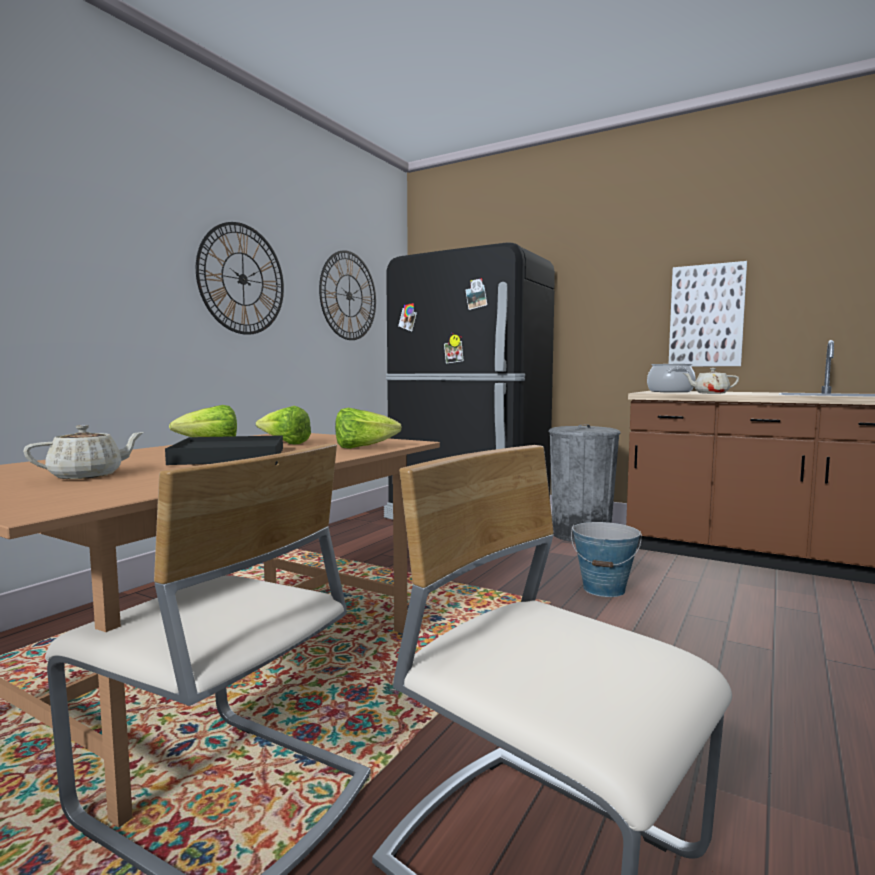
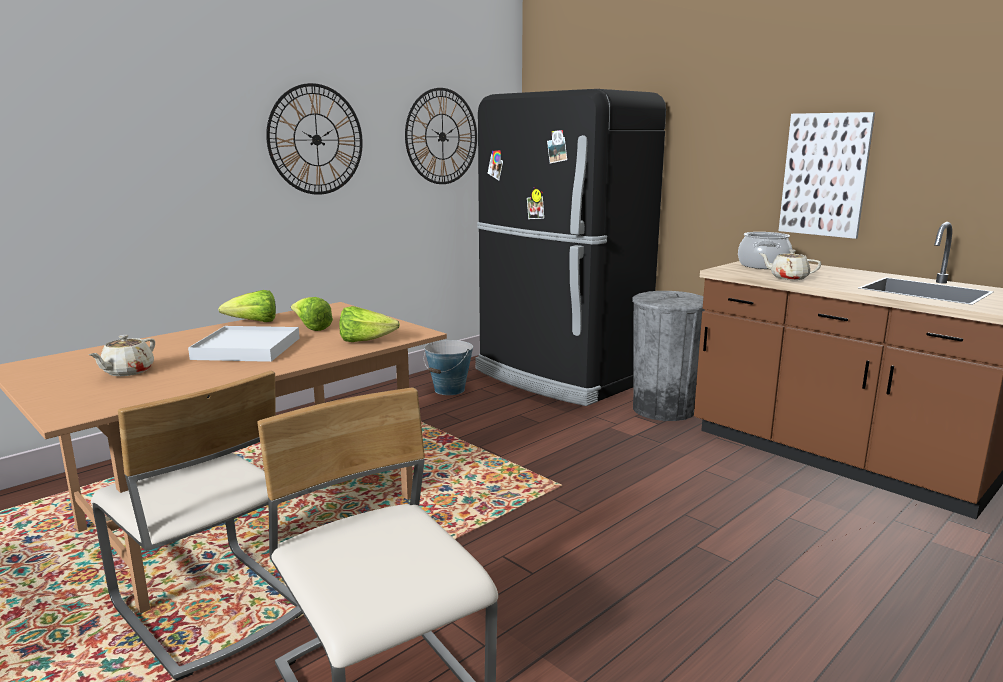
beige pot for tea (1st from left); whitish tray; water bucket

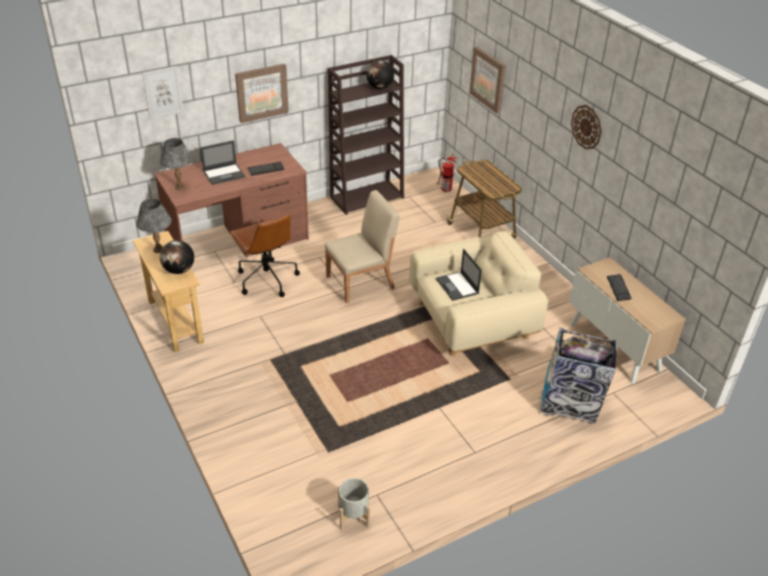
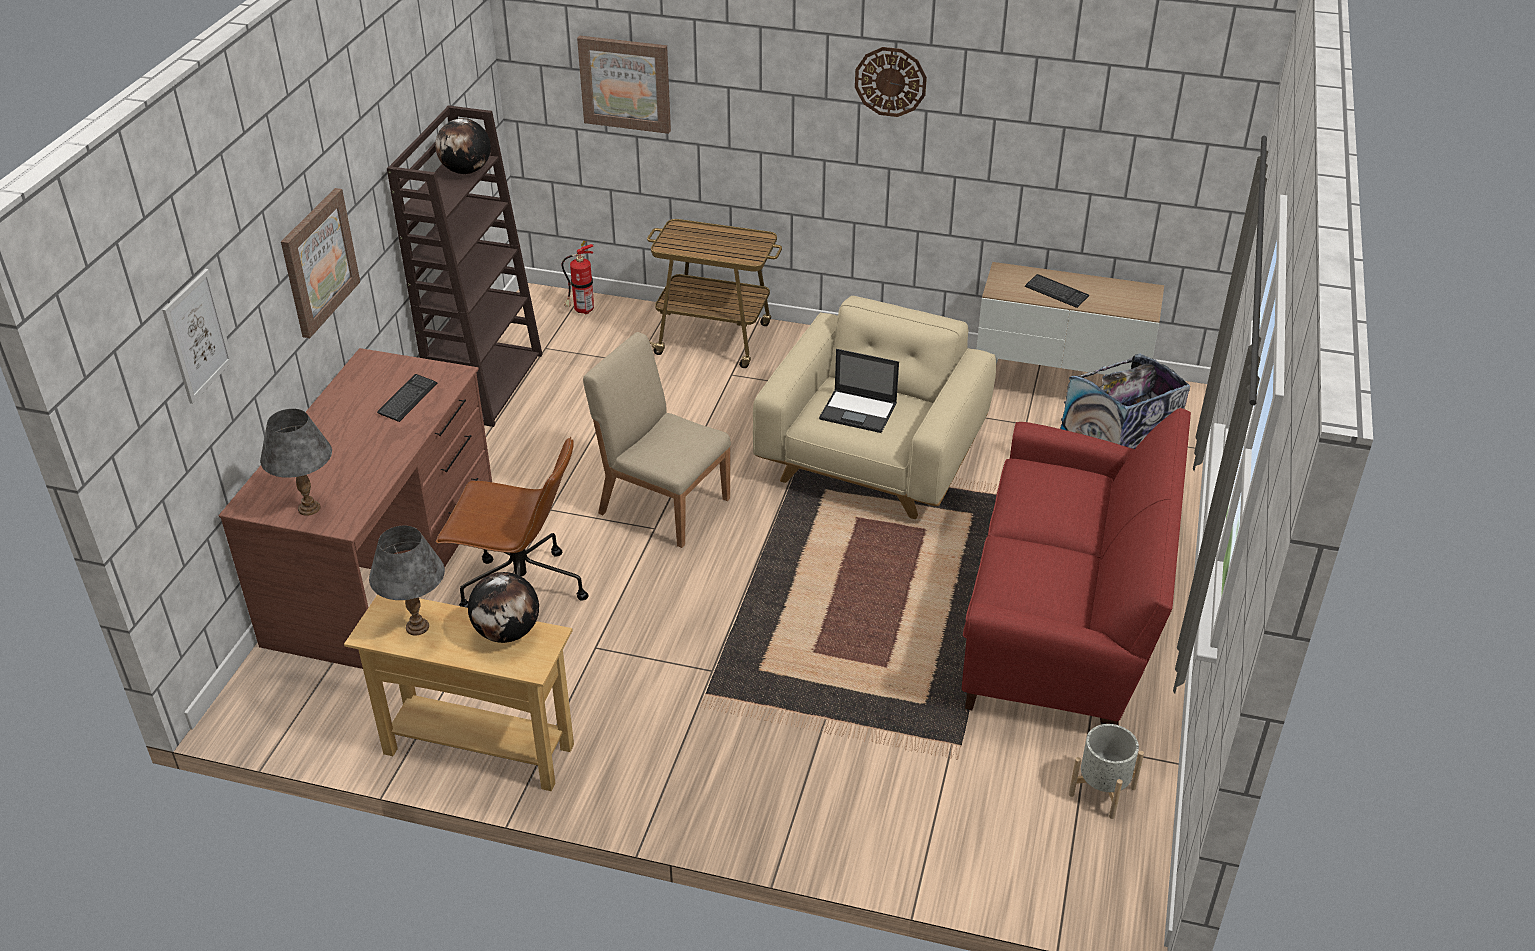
beige plain chair; reddish sofa; laptop (1st from left in the first image)

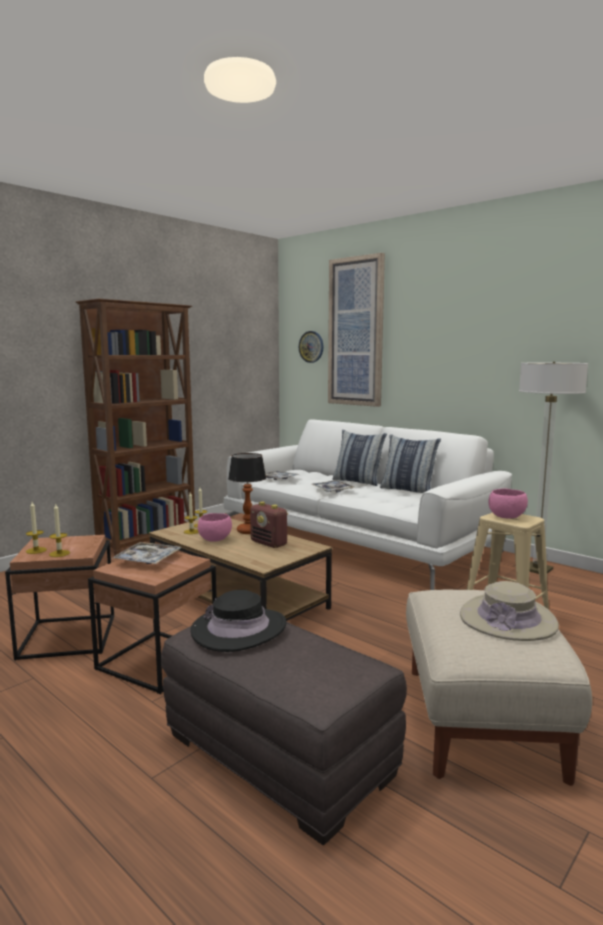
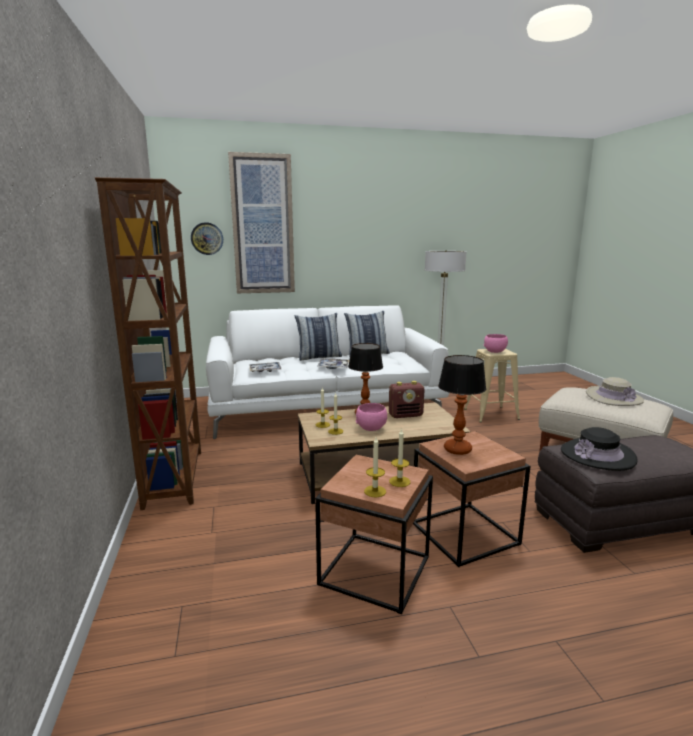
table lamp (2nd from left)

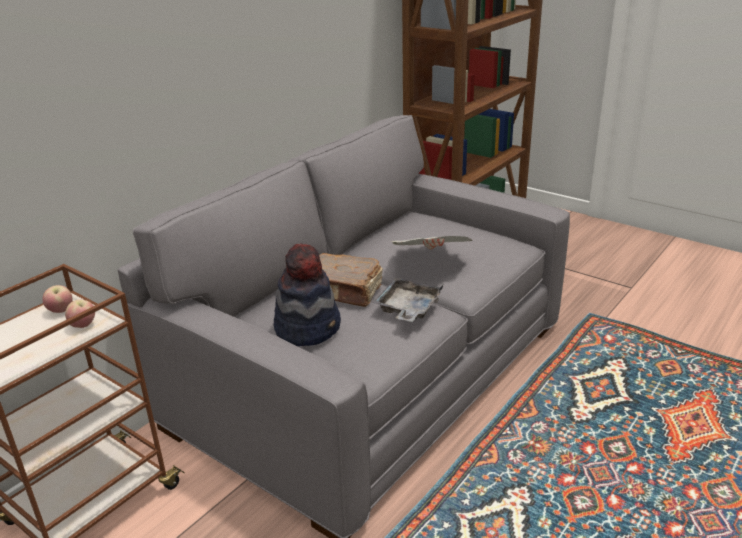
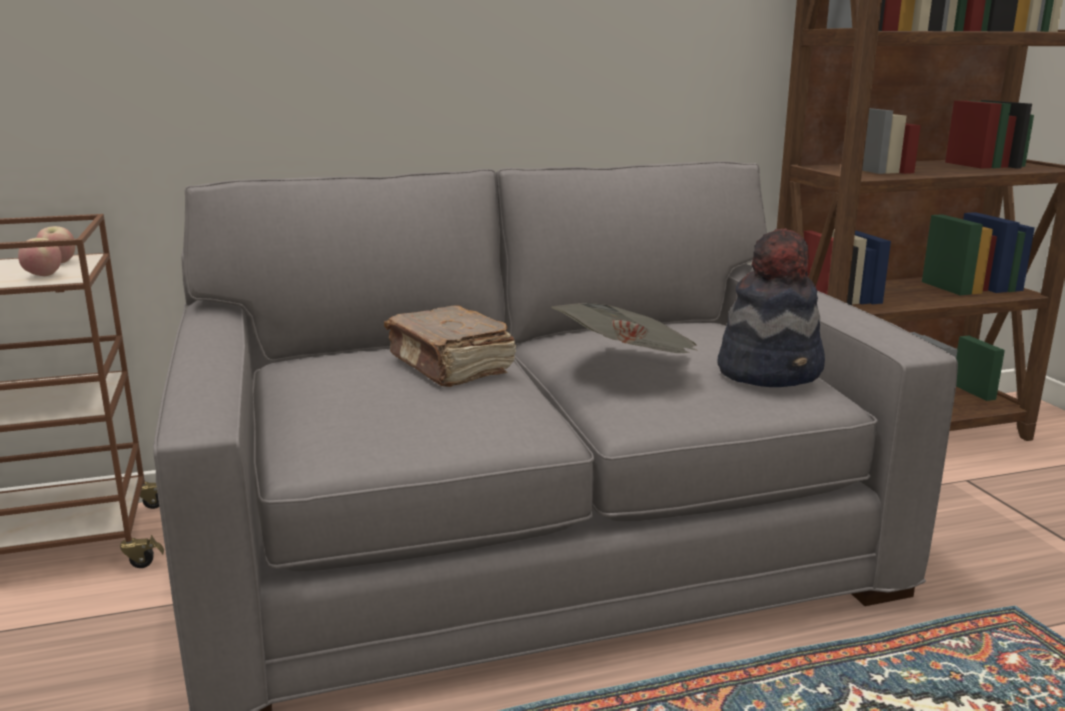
wearable hat; gray tray

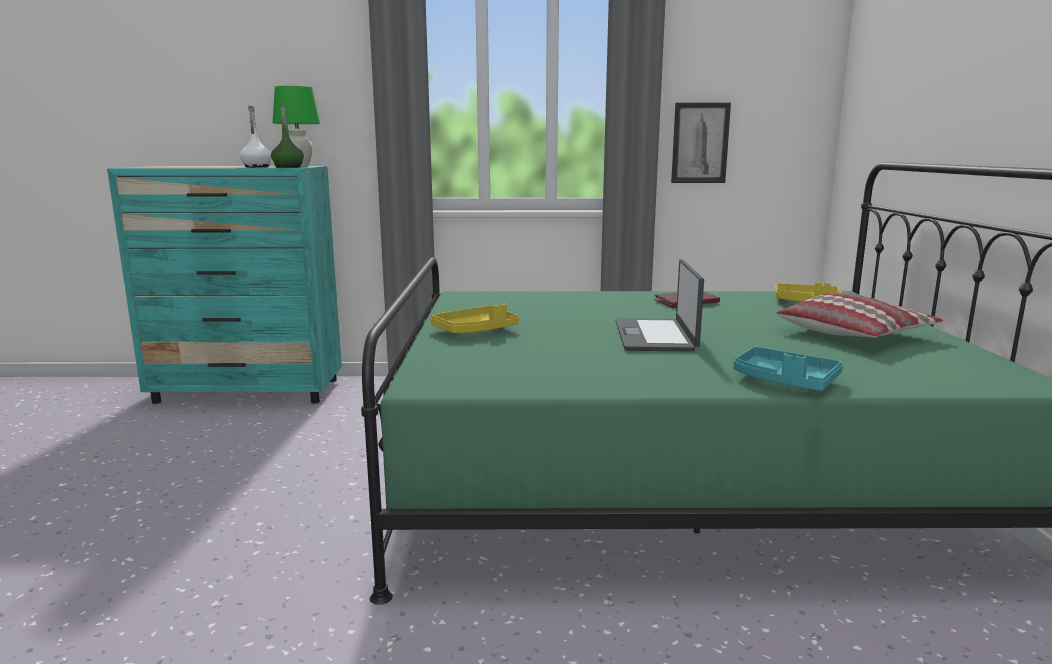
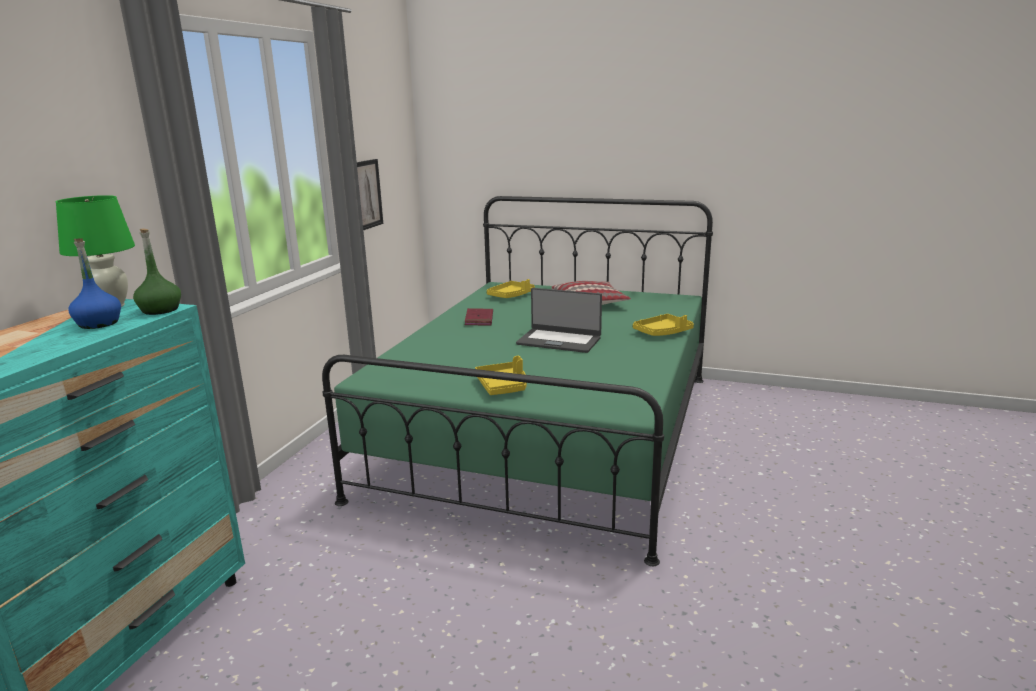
blue-coloured bottle; yellow-coloured tray (3rd from left)

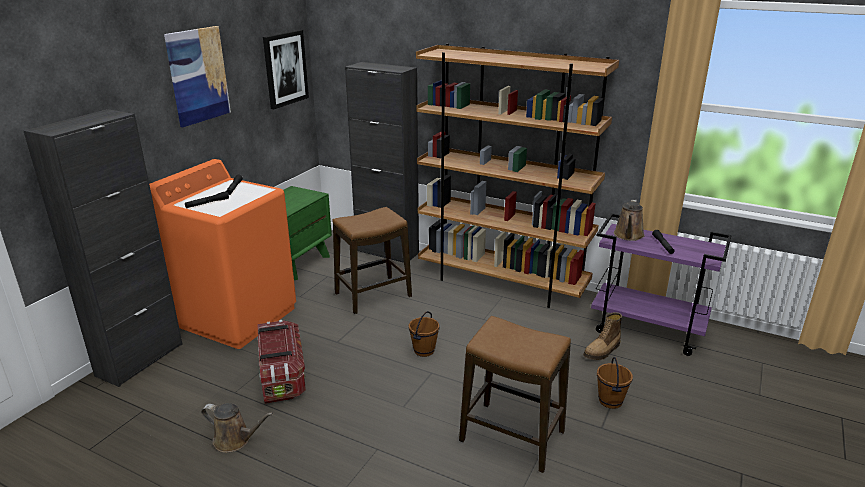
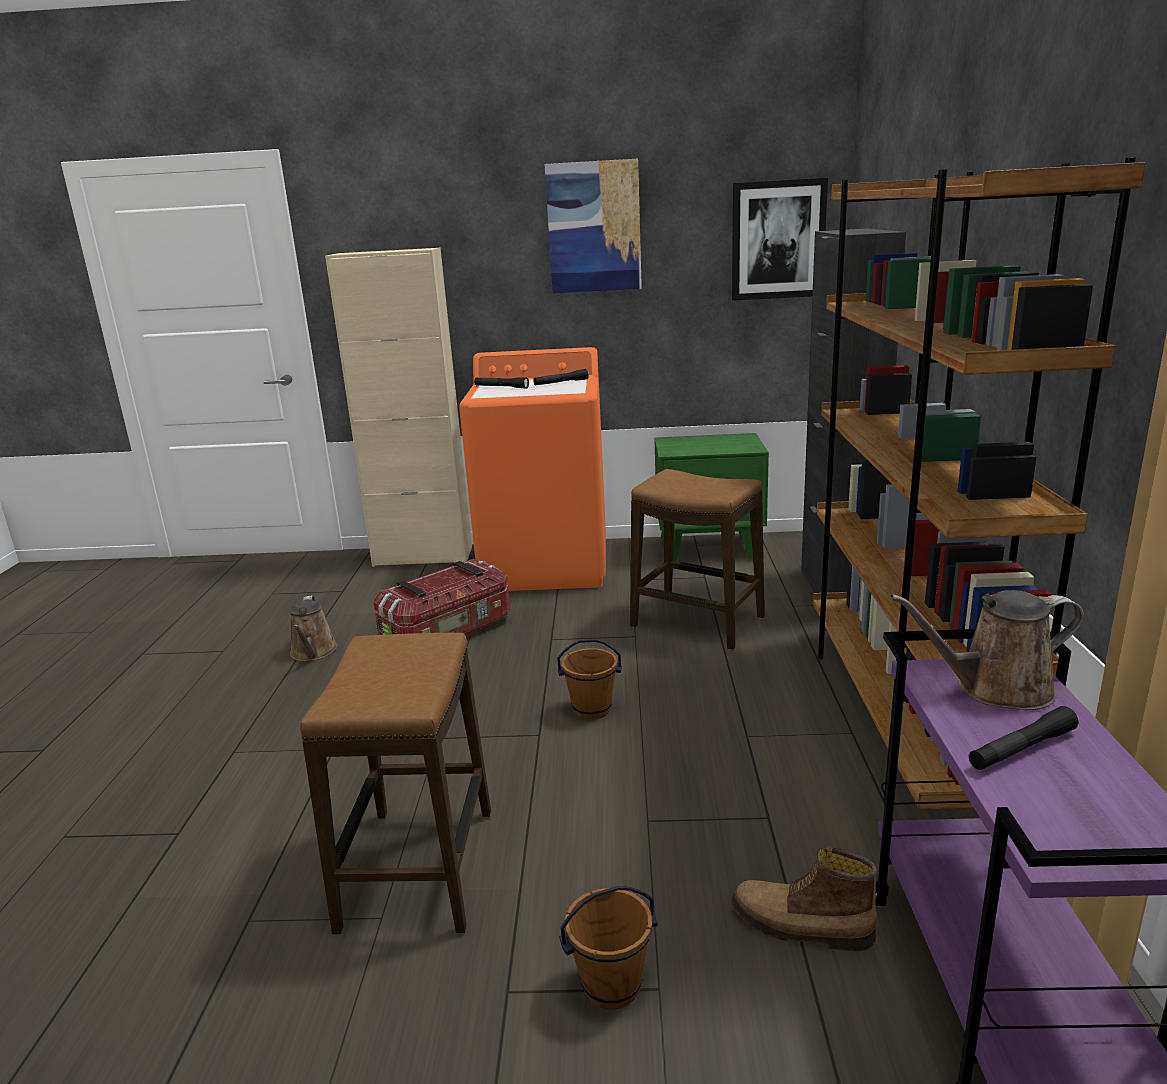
beige cabinet

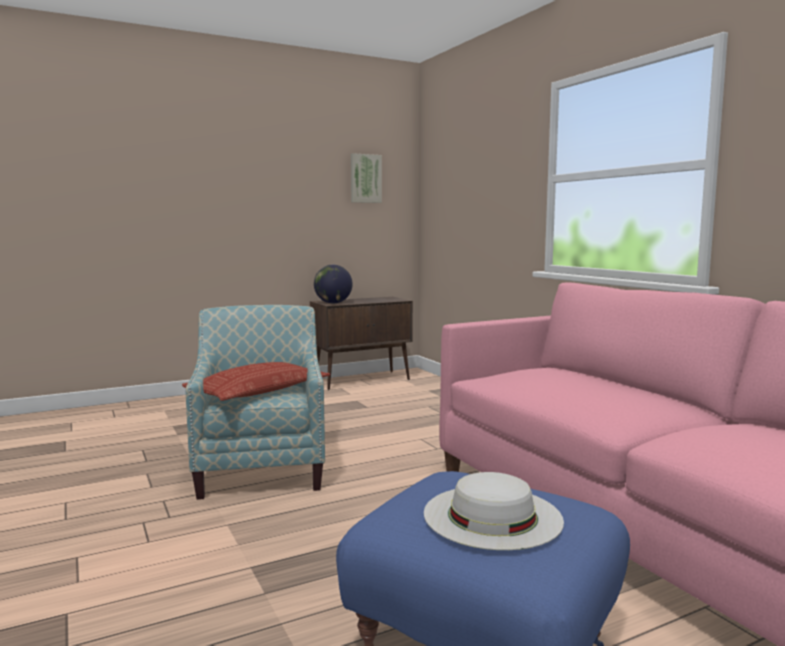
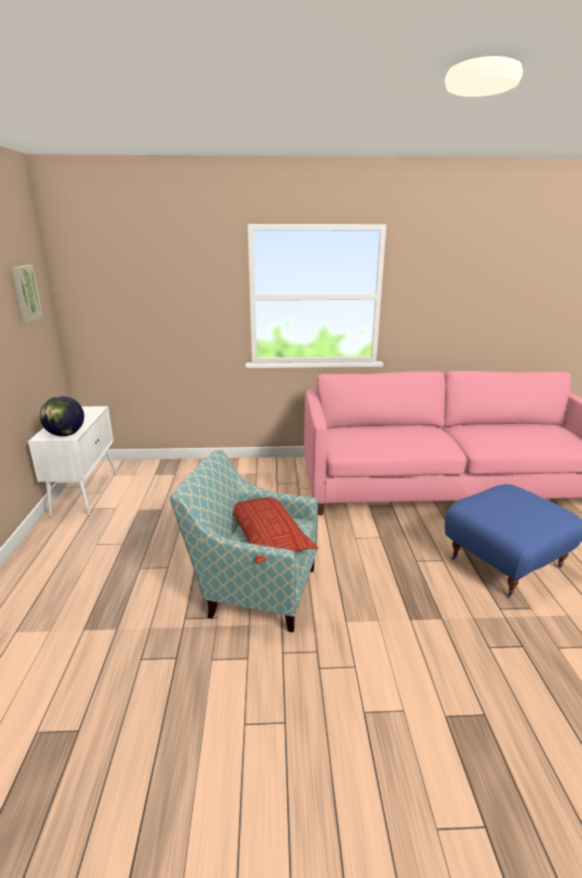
whitish cabinet; whitish wearable hat

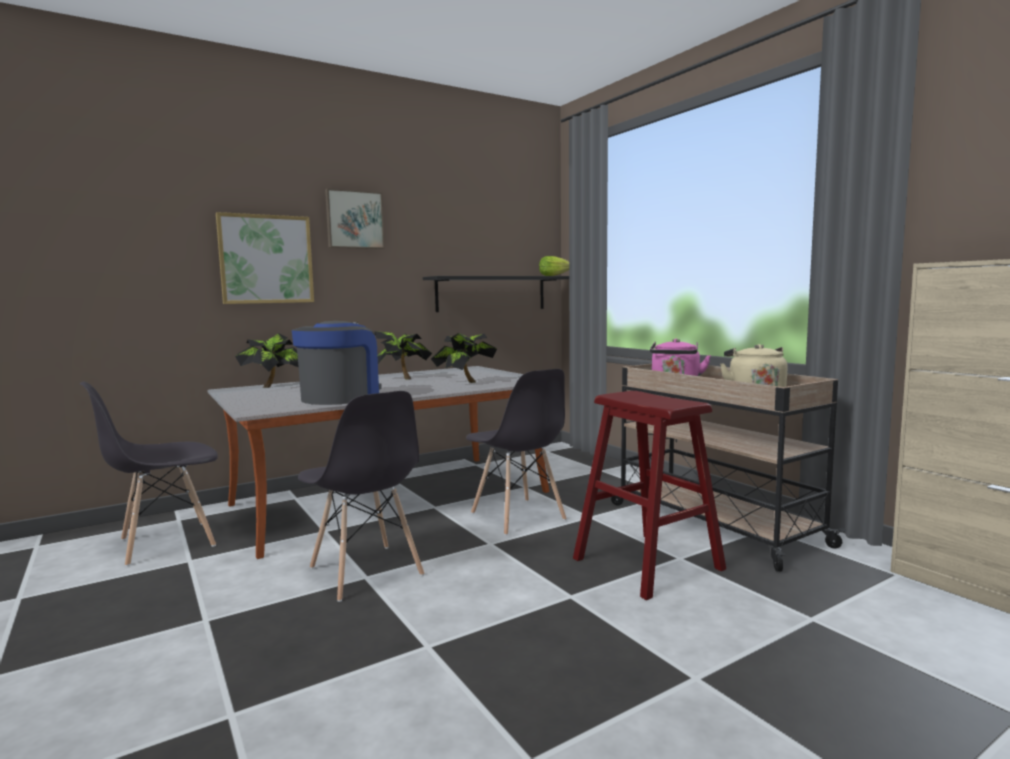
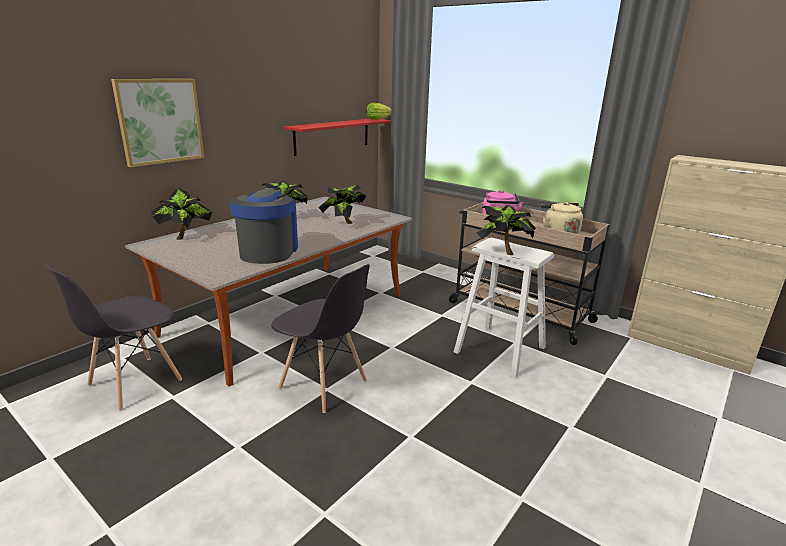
reddish shelf; whitish stool; potted plant (4th from left); wall picture (2nd from left in the first image); gray plain chair (3rd from left in the first image)

